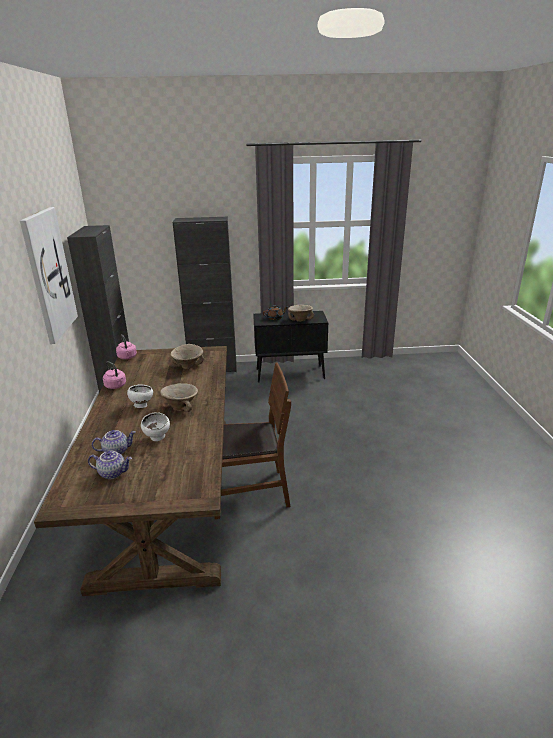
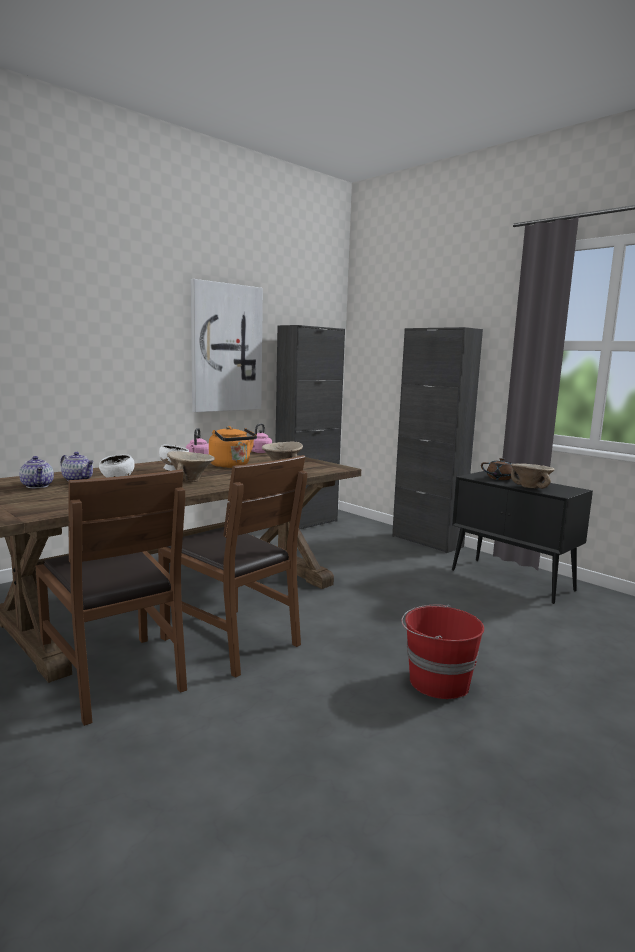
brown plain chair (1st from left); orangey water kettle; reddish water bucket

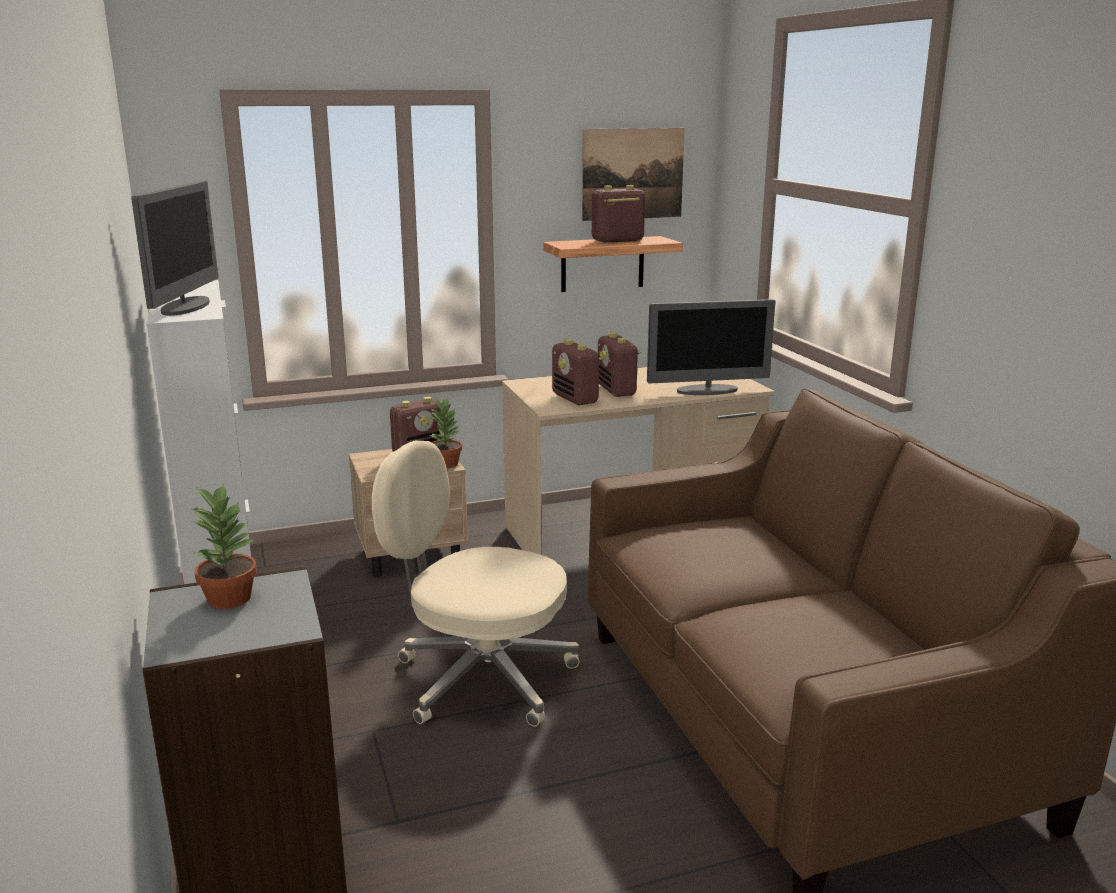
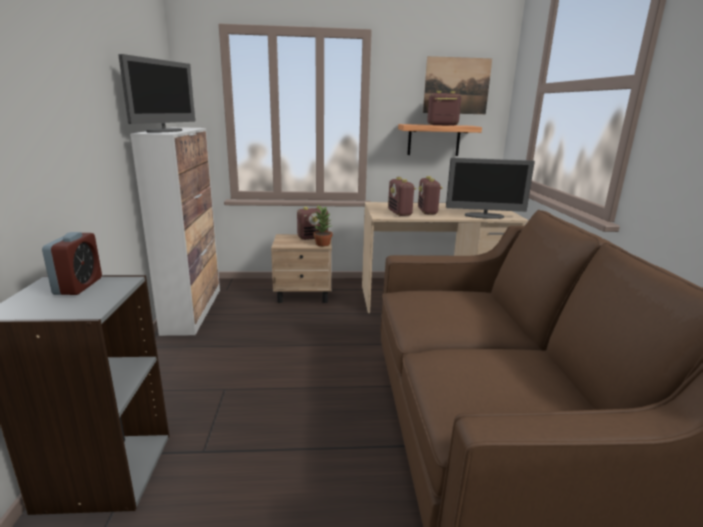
bedside clock; beige office chair

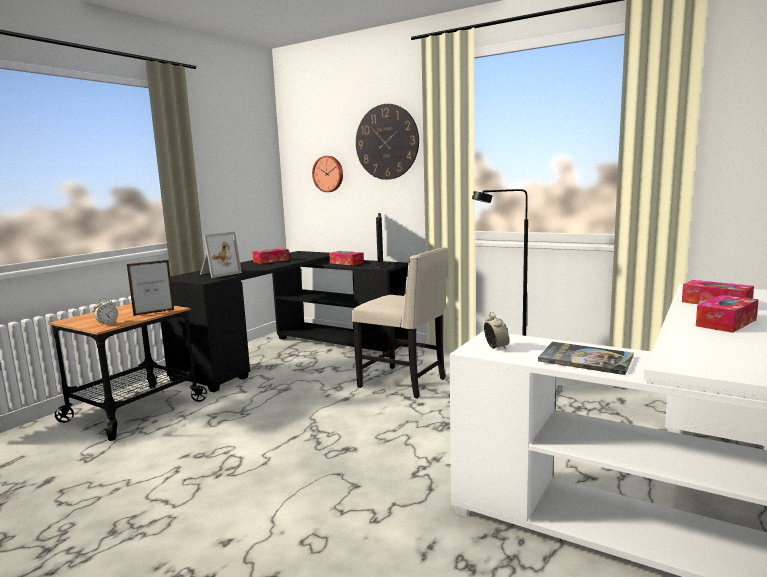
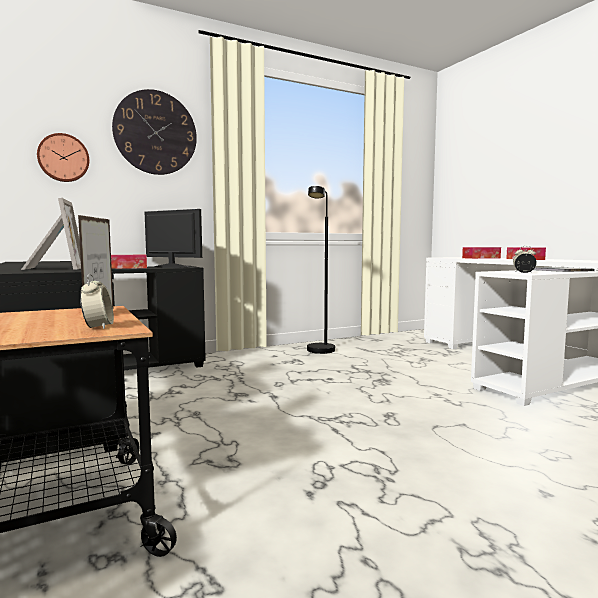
box of tissues (1st from left in the first image); beige plain chair

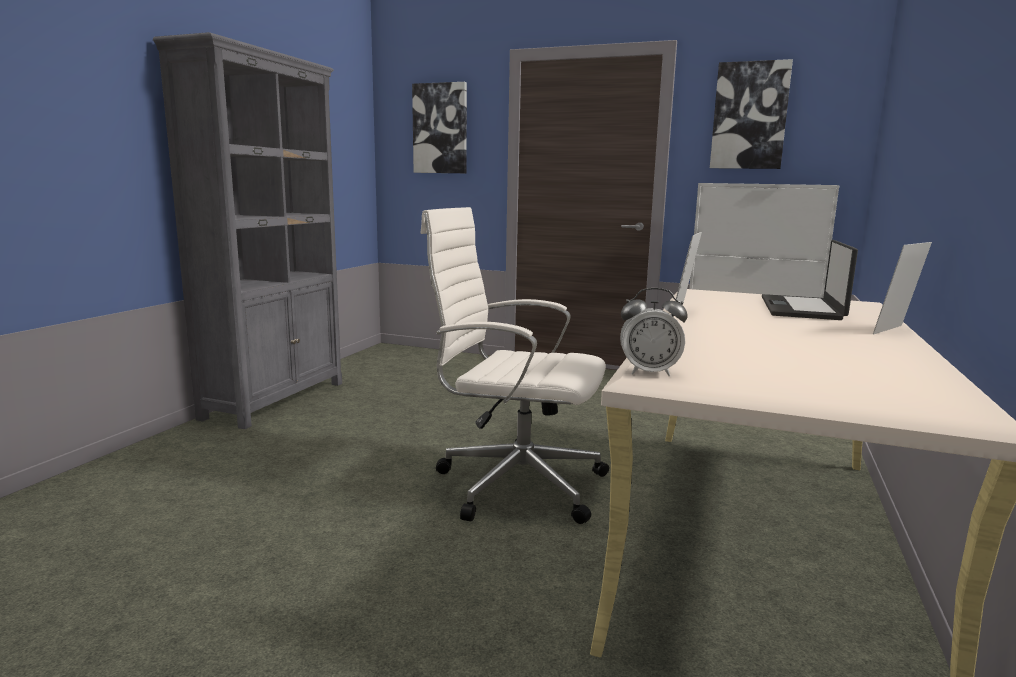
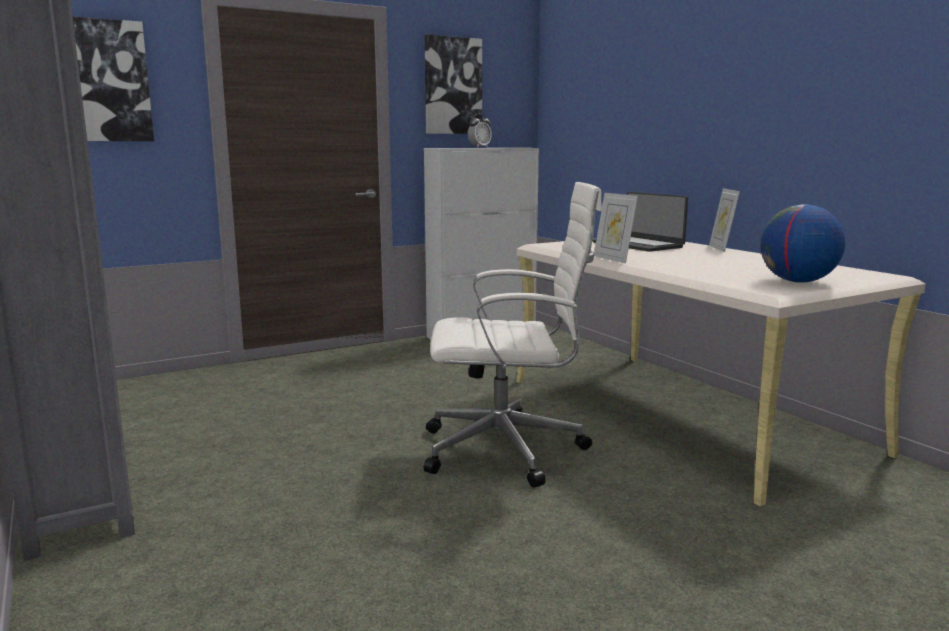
whitish office chair; bedside clock; world globe

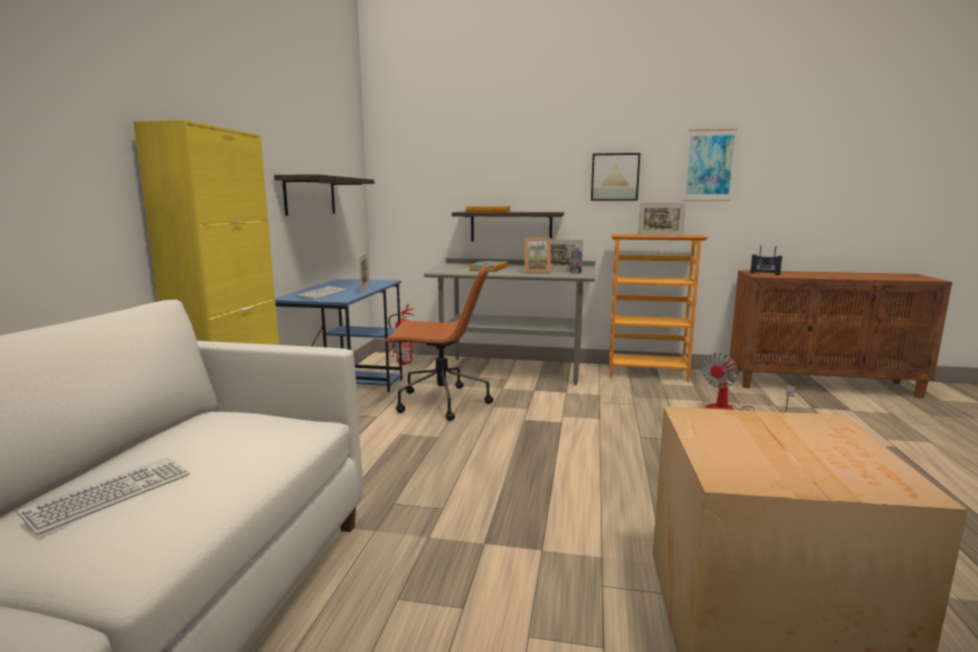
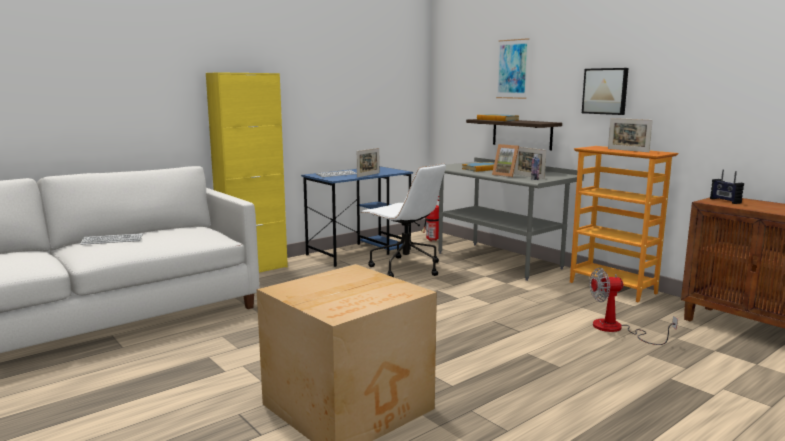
whitish office chair; wall picture (1st from left); shelf (1st from left in the first image)

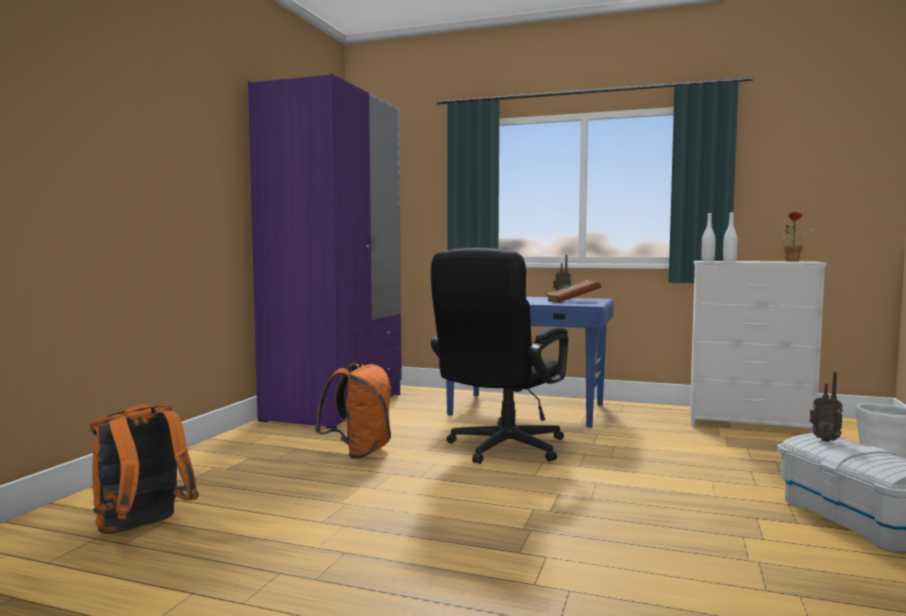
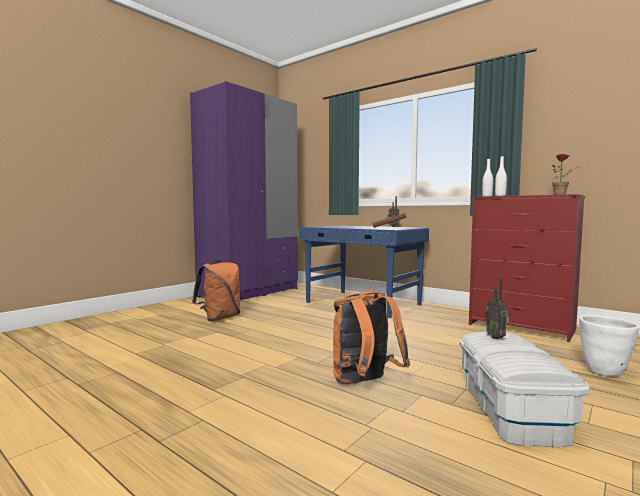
orangey rucksack (2nd from left); reddish dresser; black-coloured office chair

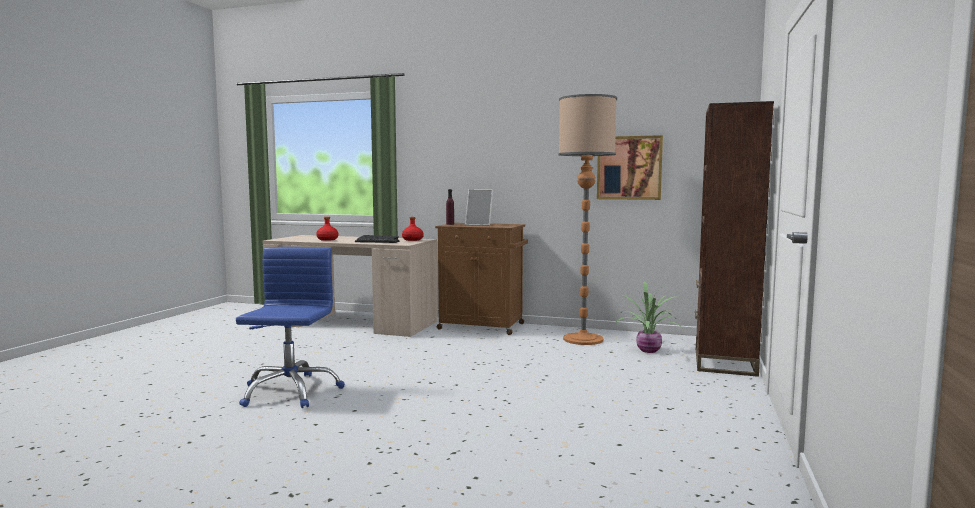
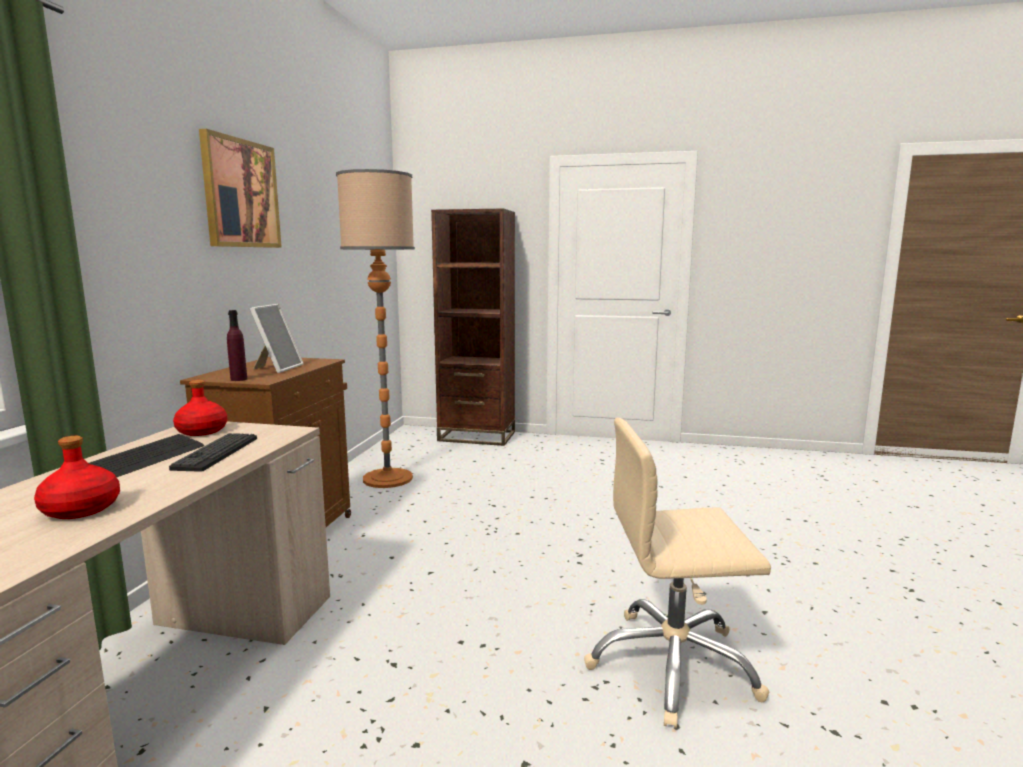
wall picture; beige office chair; potted plant

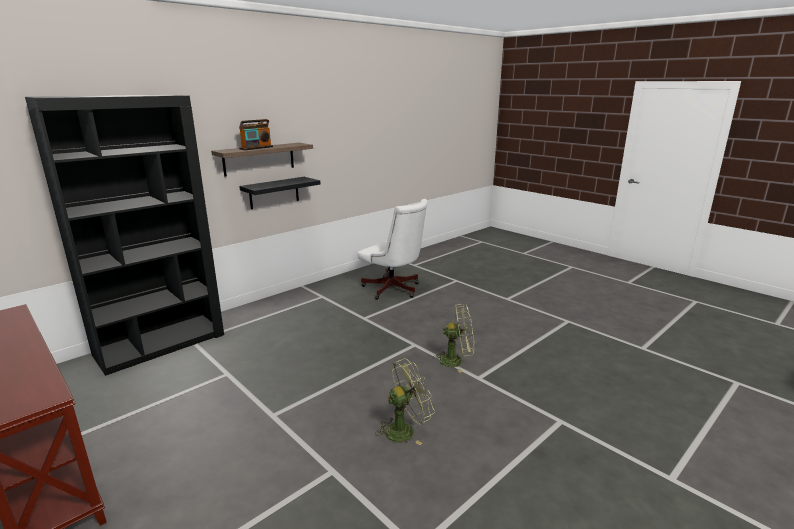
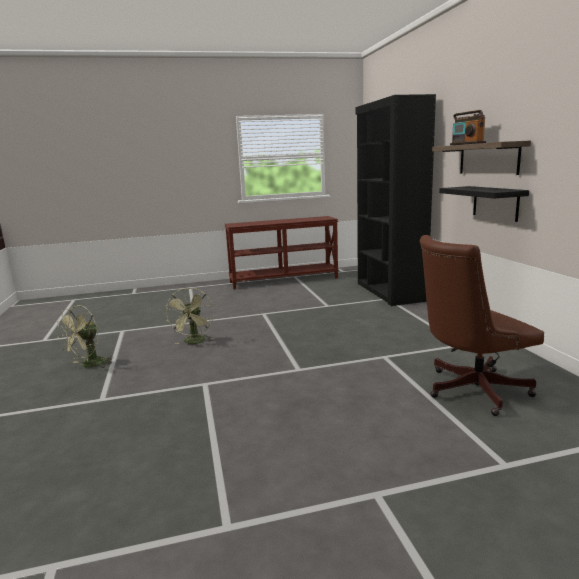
green cooling fan (1st from left); brown office chair

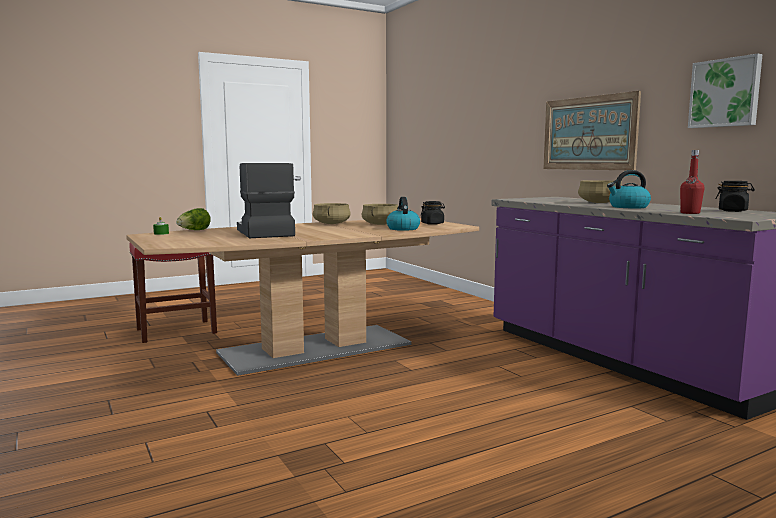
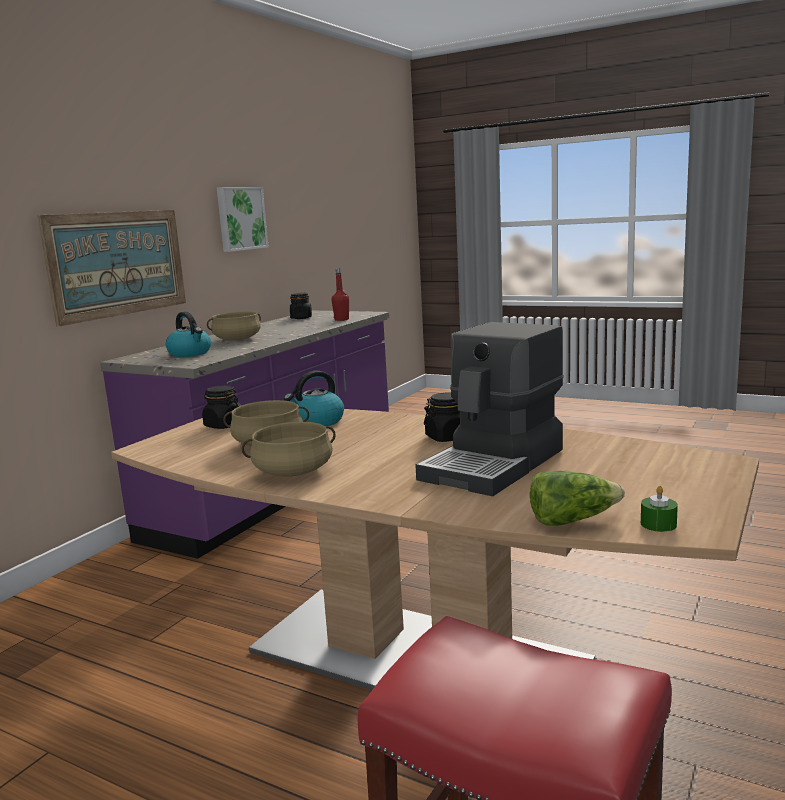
water kettle (1st from left); black-coloured storage jar (3rd from left)

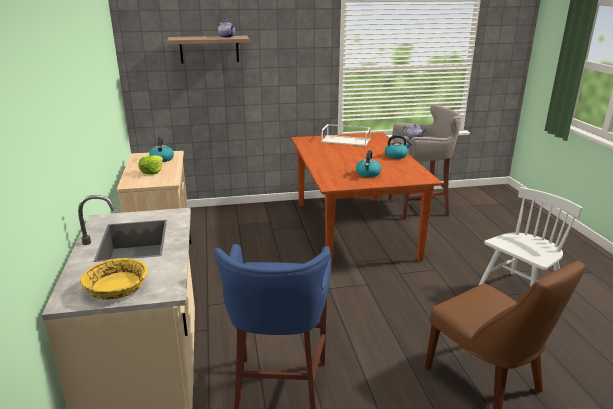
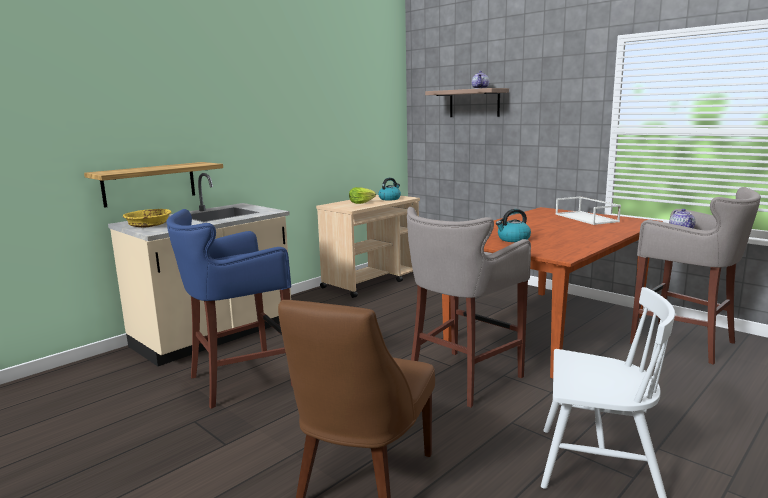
shelf (1st from left); gray stool (1st from left); water kettle (3rd from left in the first image)

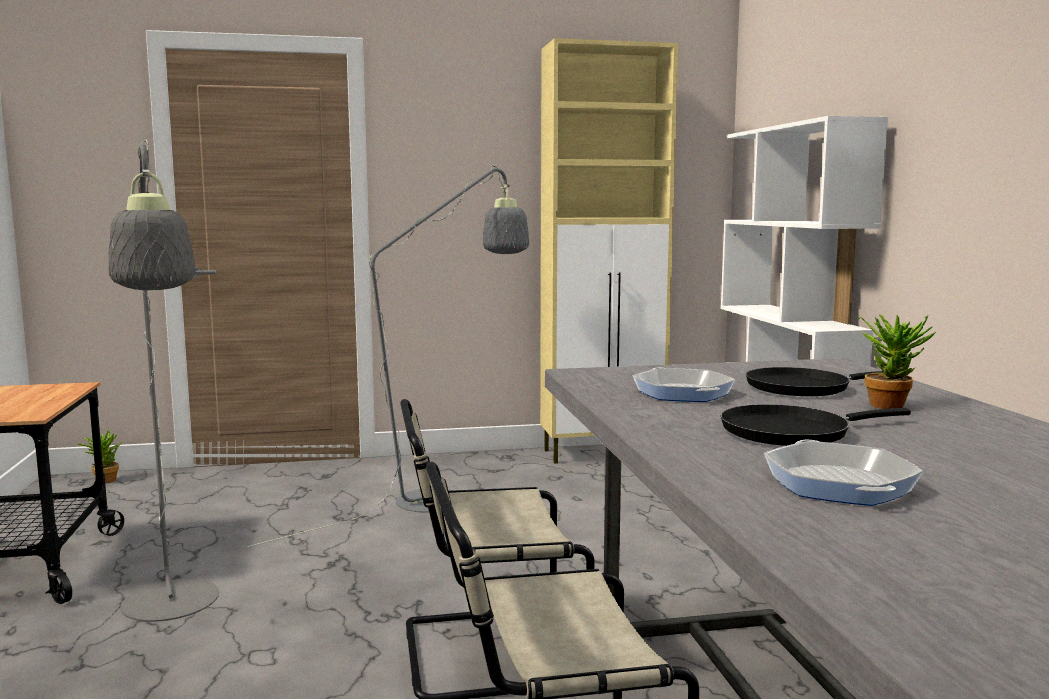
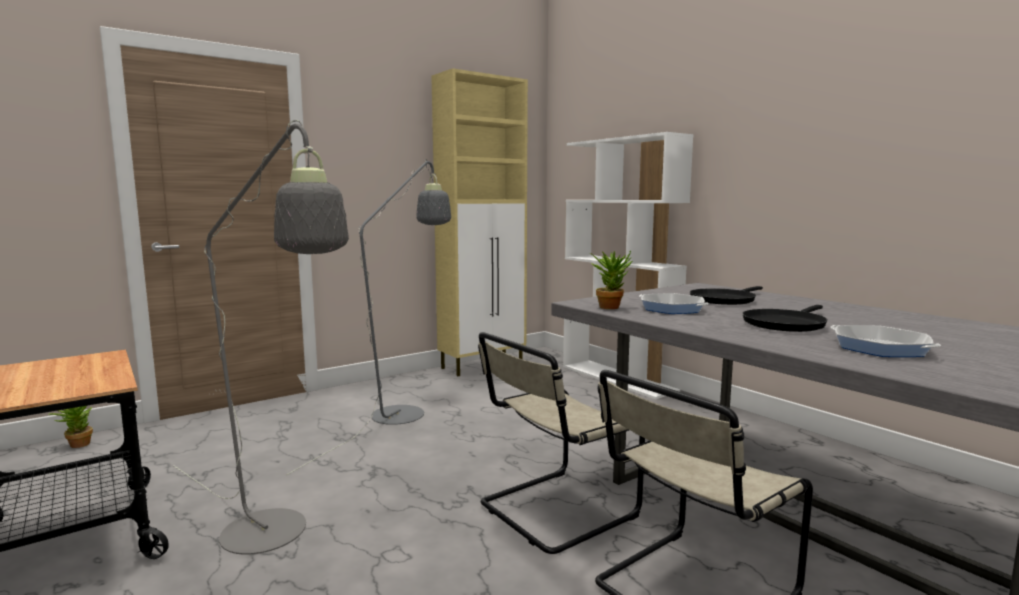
potted plant (2nd from left)

